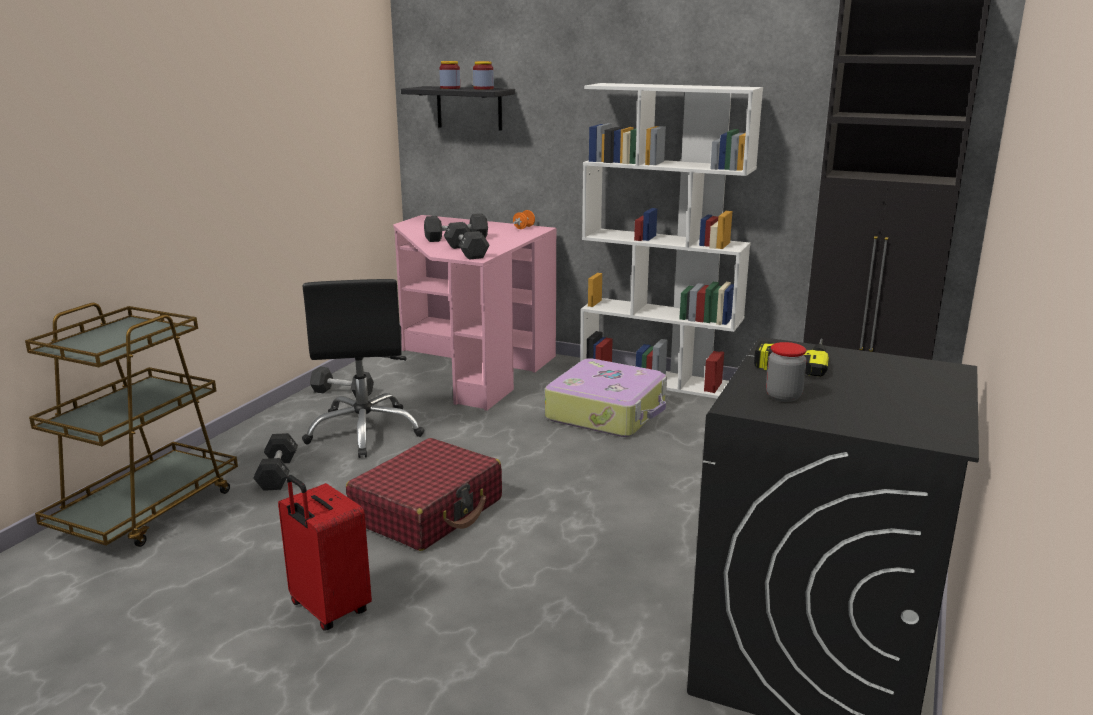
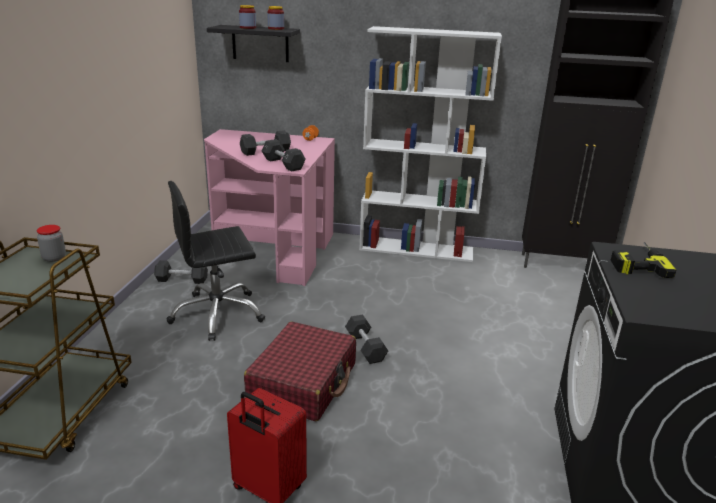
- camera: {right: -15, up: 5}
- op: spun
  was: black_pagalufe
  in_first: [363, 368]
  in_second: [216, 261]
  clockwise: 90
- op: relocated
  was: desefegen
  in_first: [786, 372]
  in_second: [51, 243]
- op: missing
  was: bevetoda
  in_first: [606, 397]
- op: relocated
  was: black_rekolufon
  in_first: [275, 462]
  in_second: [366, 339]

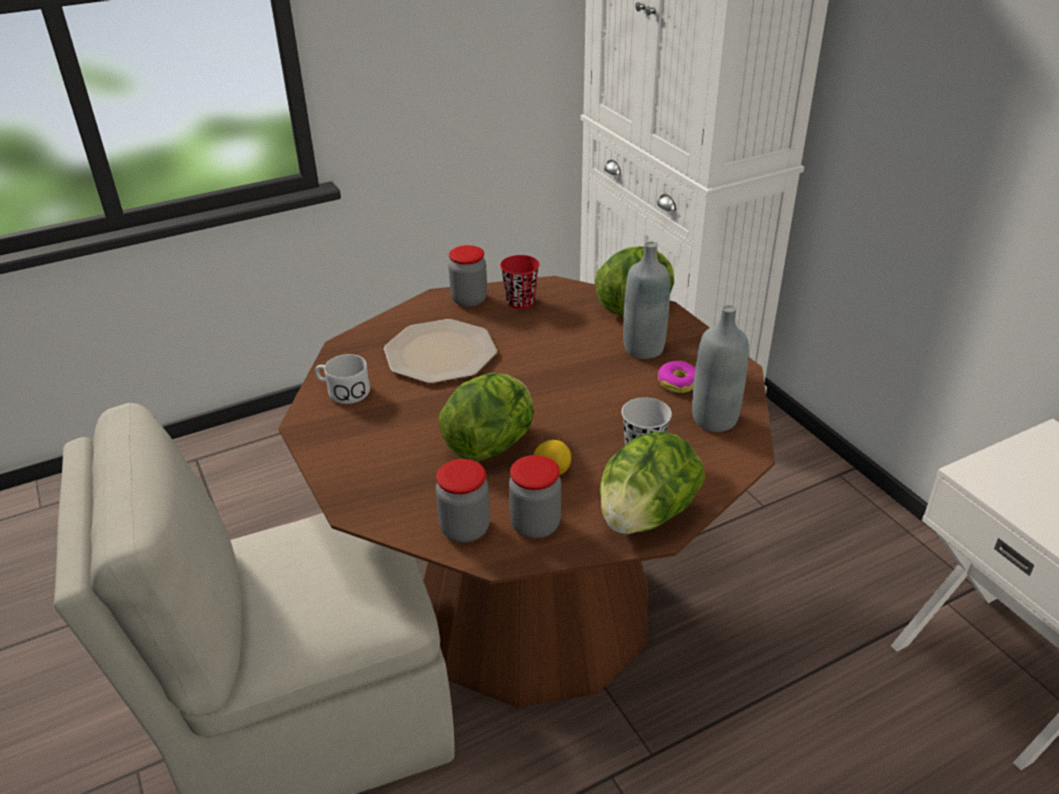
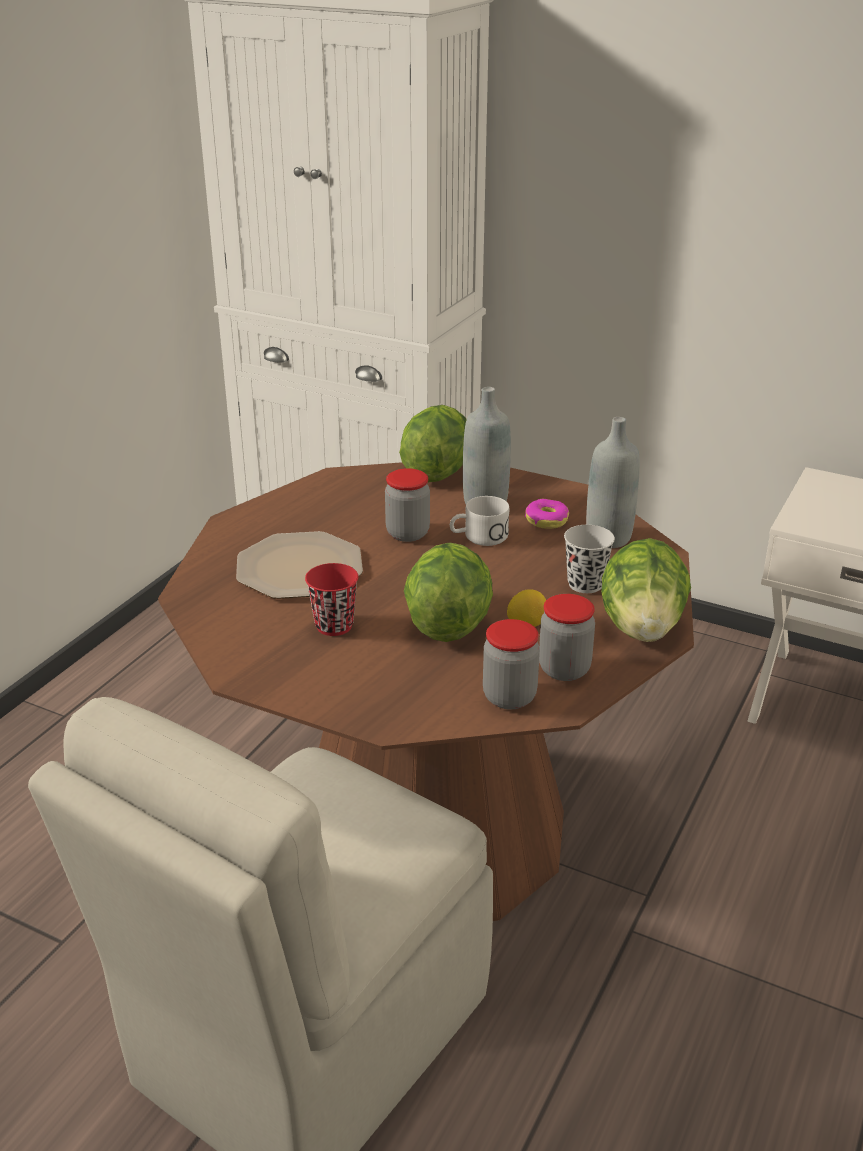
- camera: {right: -35, up: -5}
- op: relocated
  was: desefegen
  in_first: [467, 276]
  in_second: [407, 505]
- op: relocated
  was: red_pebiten
  in_first: [520, 282]
  in_second: [331, 599]
- op: relocated
  was: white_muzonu
  in_first: [342, 379]
  in_second: [479, 521]

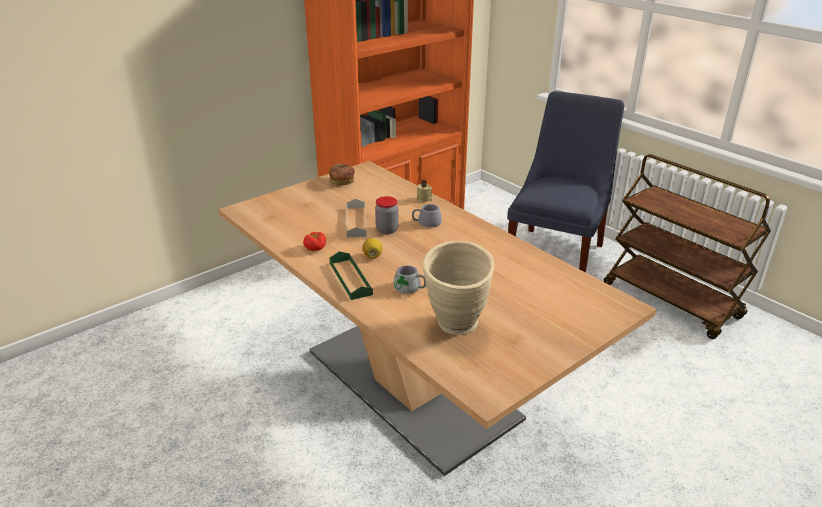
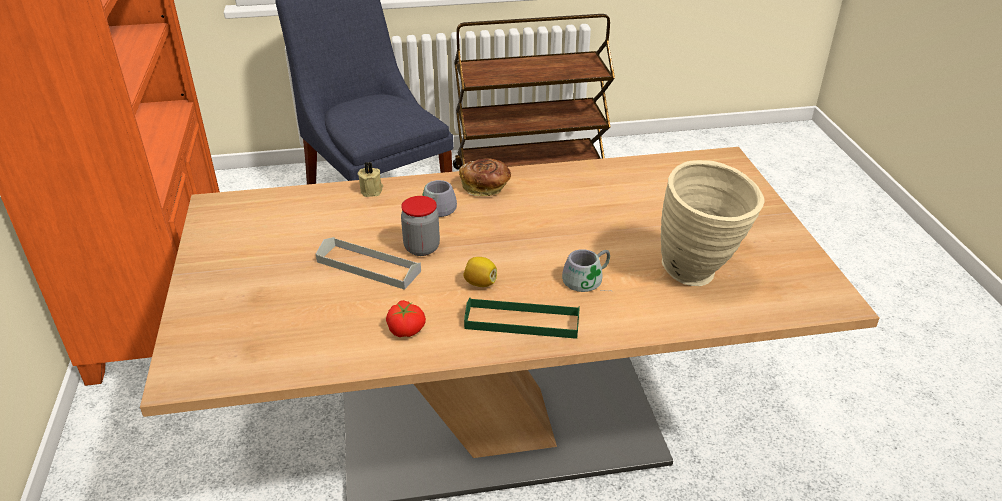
- camera: {right: -60, up: 5}
- op: relocated
  was: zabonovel
  in_first: [342, 175]
  in_second: [485, 177]

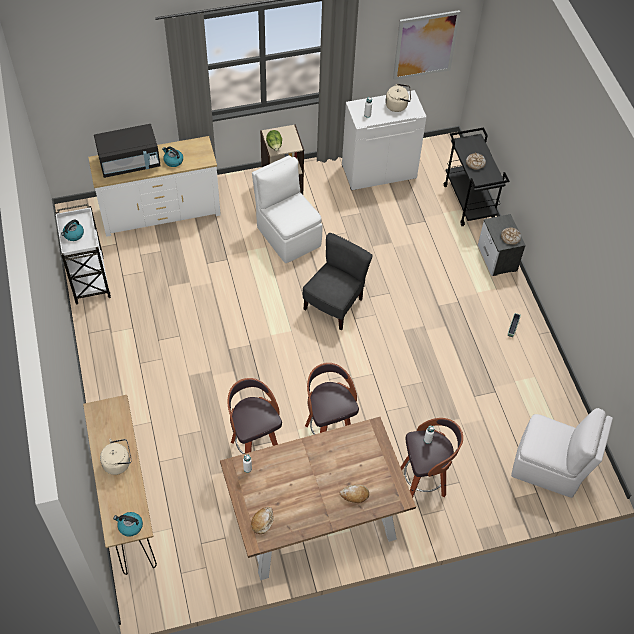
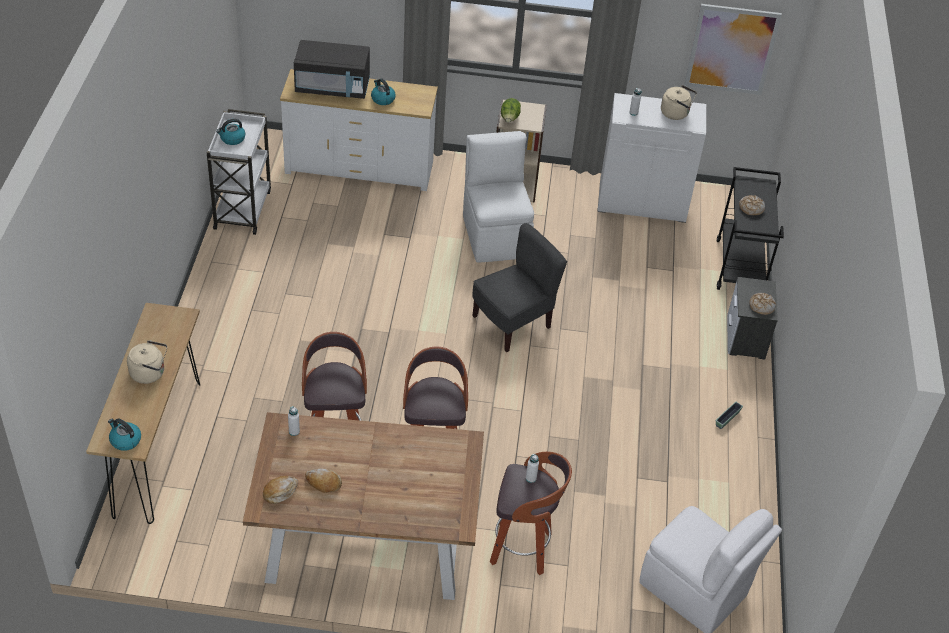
- camera: {right: 20, up: -10}
- op: relocated
  was: zabonovel
  in_first: [354, 494]
  in_second: [323, 480]

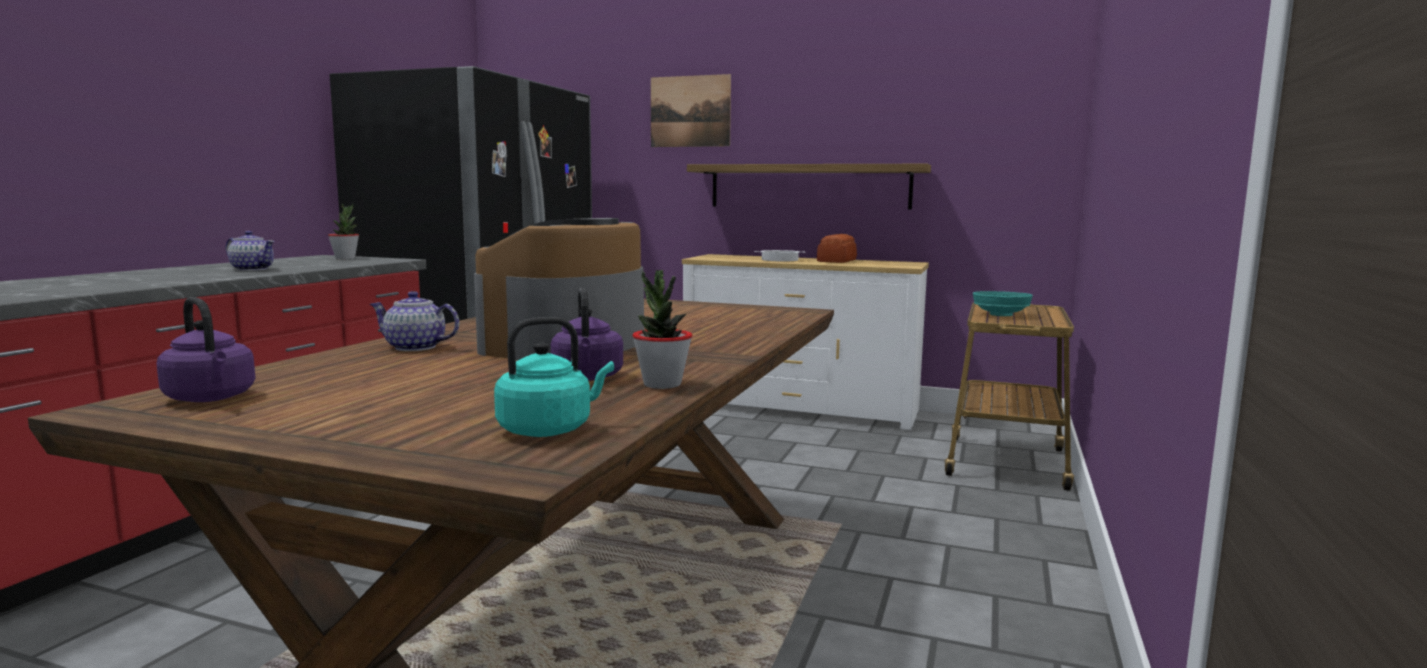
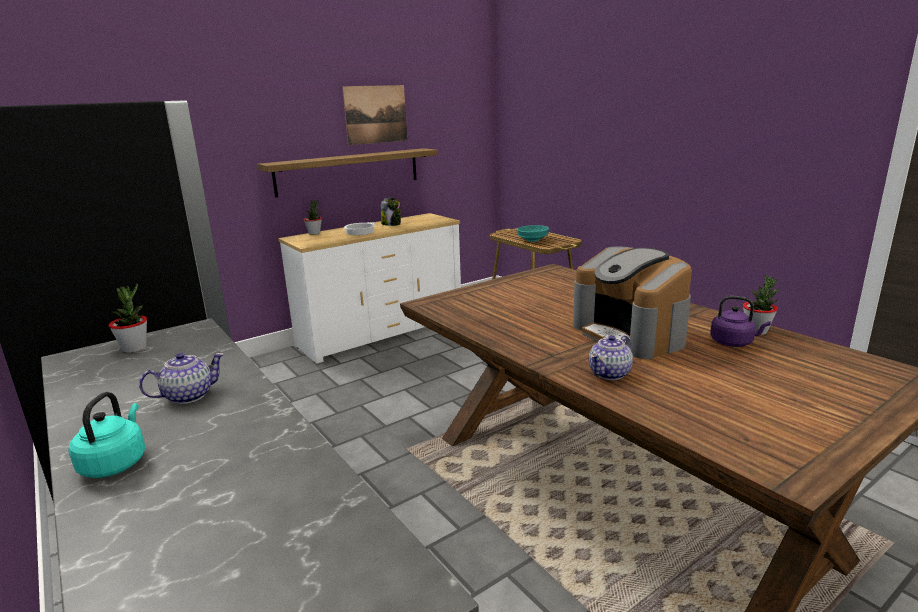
- camera: {right: -55, up: 10}
- op: relocated
  was: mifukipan
  in_first: [691, 110]
  in_second: [374, 115]
- op: exchanged
  was: zabonovel
  now: desefegen
  in_first: [837, 248]
  in_second: [391, 212]
- op: missing
  was: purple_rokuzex
  in_first: [206, 349]
- op: relocated
  was: turquoise_rokuzex
  in_first: [554, 377]
  in_second: [107, 435]
- op: appeared
  now: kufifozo
  in_second: [313, 217]

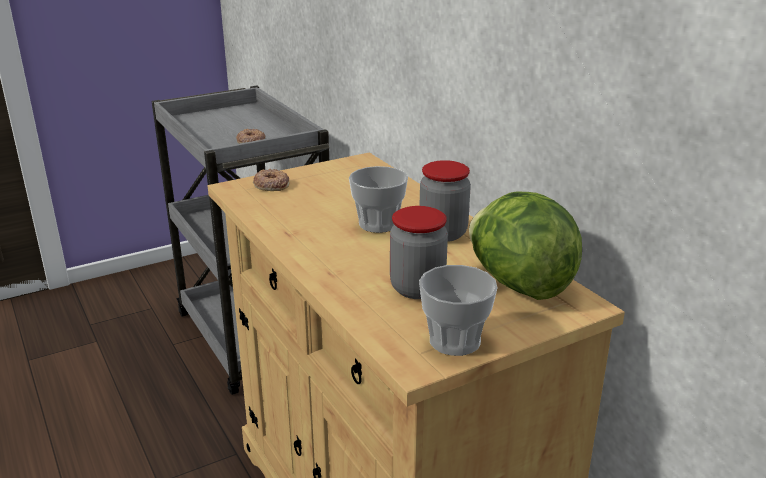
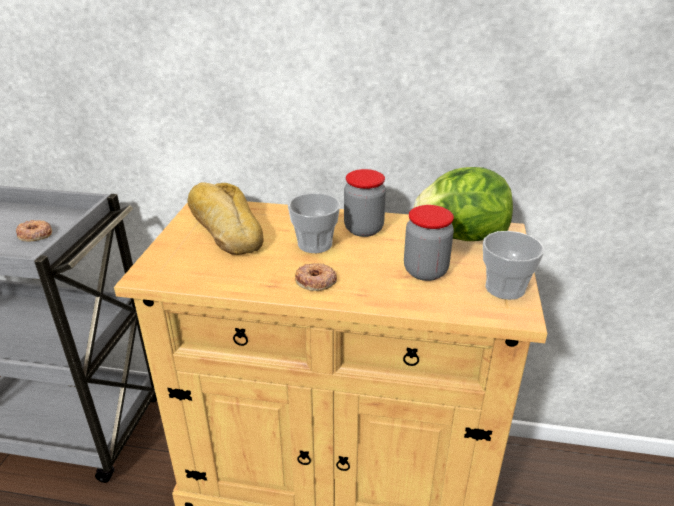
- camera: {right: -50, up: 5}
- op: relocated
  was: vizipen
  in_first: [271, 180]
  in_second: [316, 277]
- op: appeared
  now: zabonovel
  in_second: [226, 218]

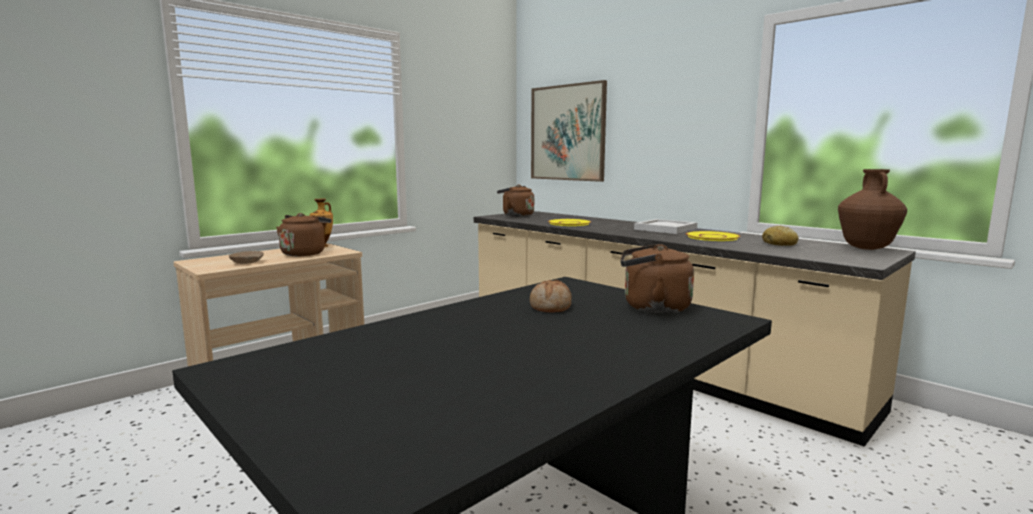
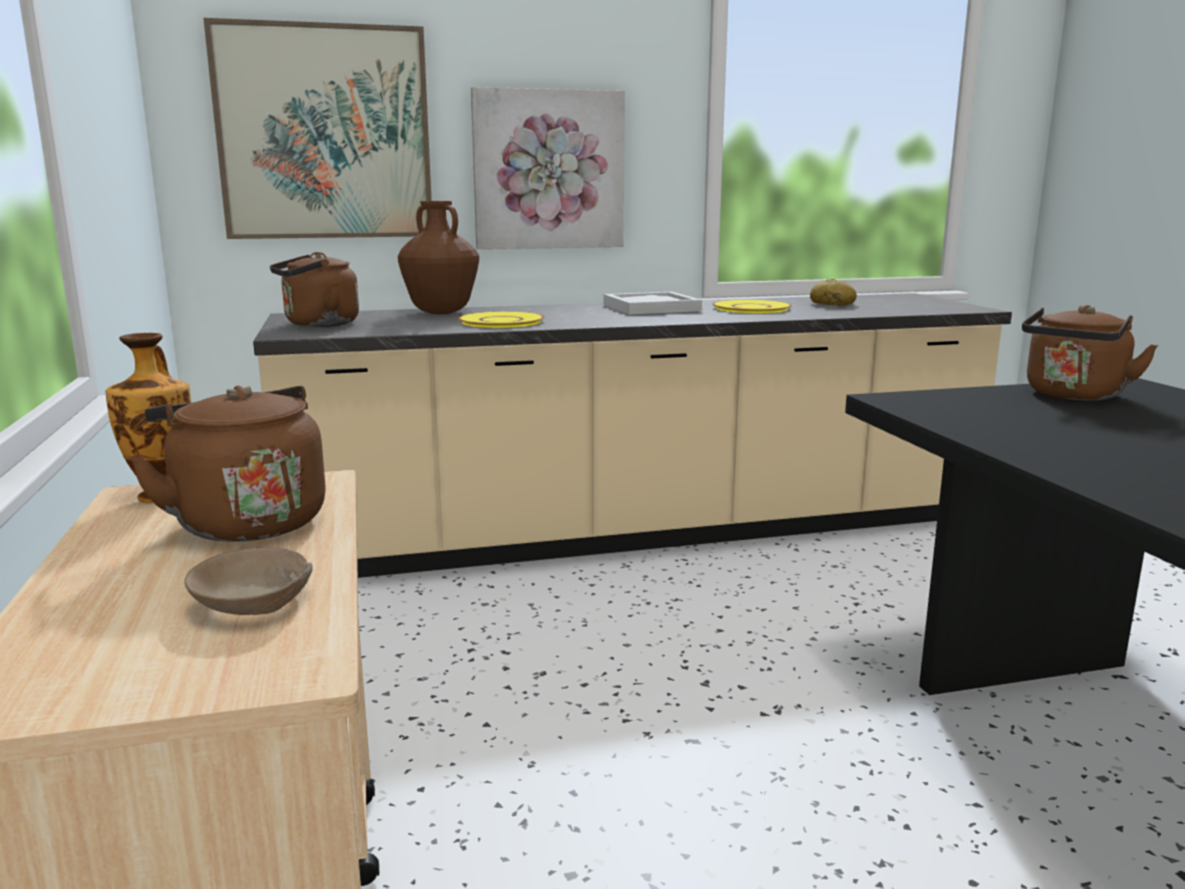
- camera: {right: -60, up: 5}
- op: relocated
  was: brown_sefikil
  in_first: [872, 209]
  in_second: [438, 257]
- op: missing
  was: zabonovel
  in_first: [551, 296]
- op: appeared
  now: mifukipan
  in_second: [548, 168]

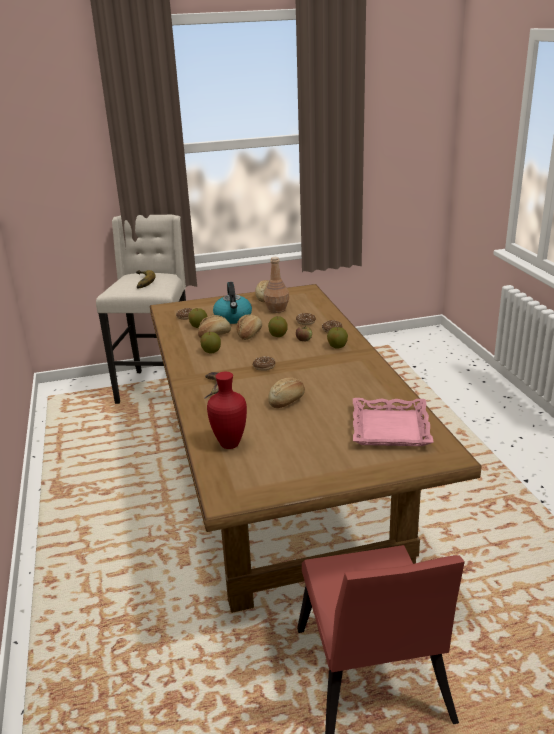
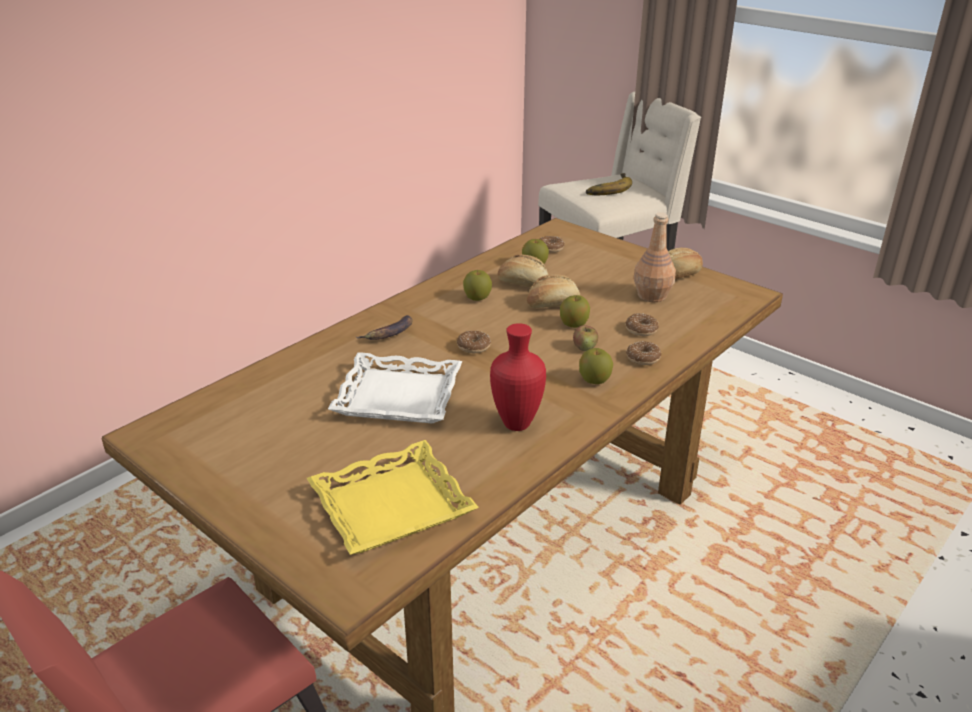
- camera: {right: 55, up: 5}
- op: missing
  was: rokuzex
  in_first: [232, 303]
- op: relocated
  was: red_sefikil
  in_first: [227, 410]
  in_second: [518, 377]
- op: exchanged
  was: zabonovel
  now: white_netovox
  in_first: [286, 392]
  in_second: [395, 388]
- op: colour
  was: pink_netovox
  now: yellow_netovox
  in_first: [393, 422]
  in_second: [393, 497]

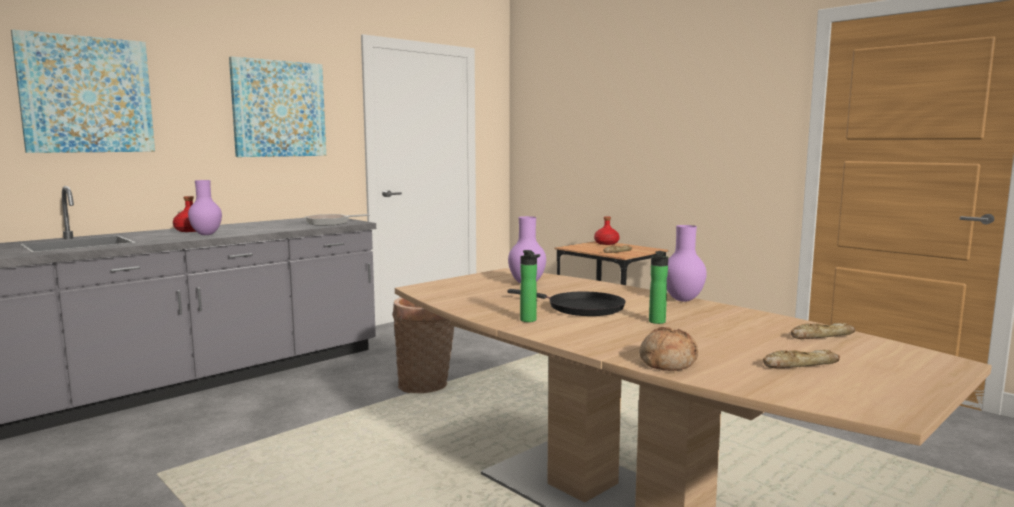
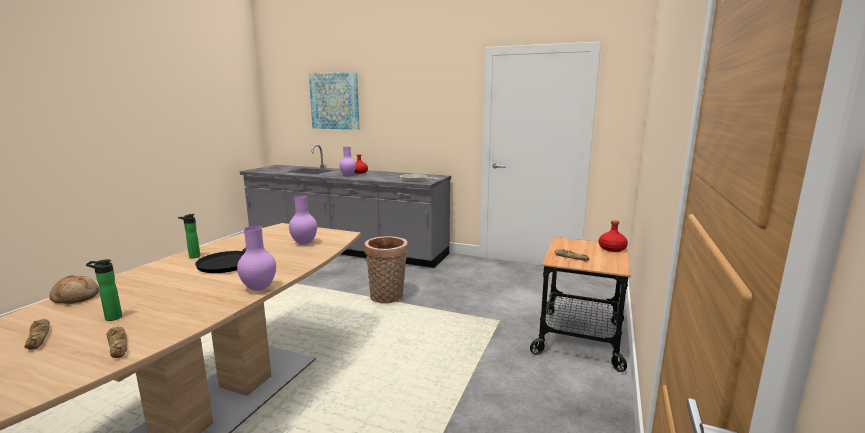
- camera: {right: 65, up: 5}
- op: missing
  was: mifukipan
  in_first: [277, 106]
- op: relocated
  was: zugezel
  in_first: [658, 287]
  in_second: [104, 290]

